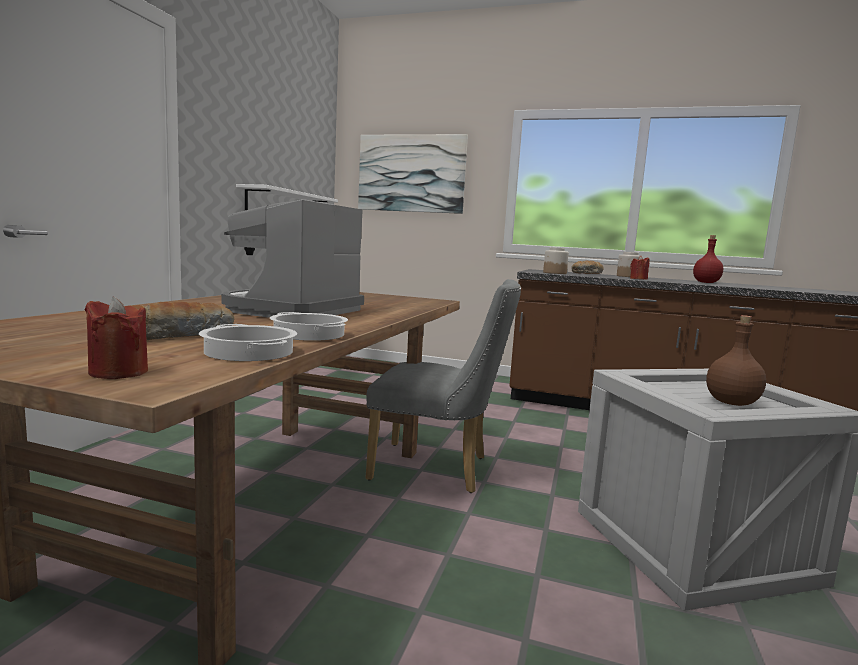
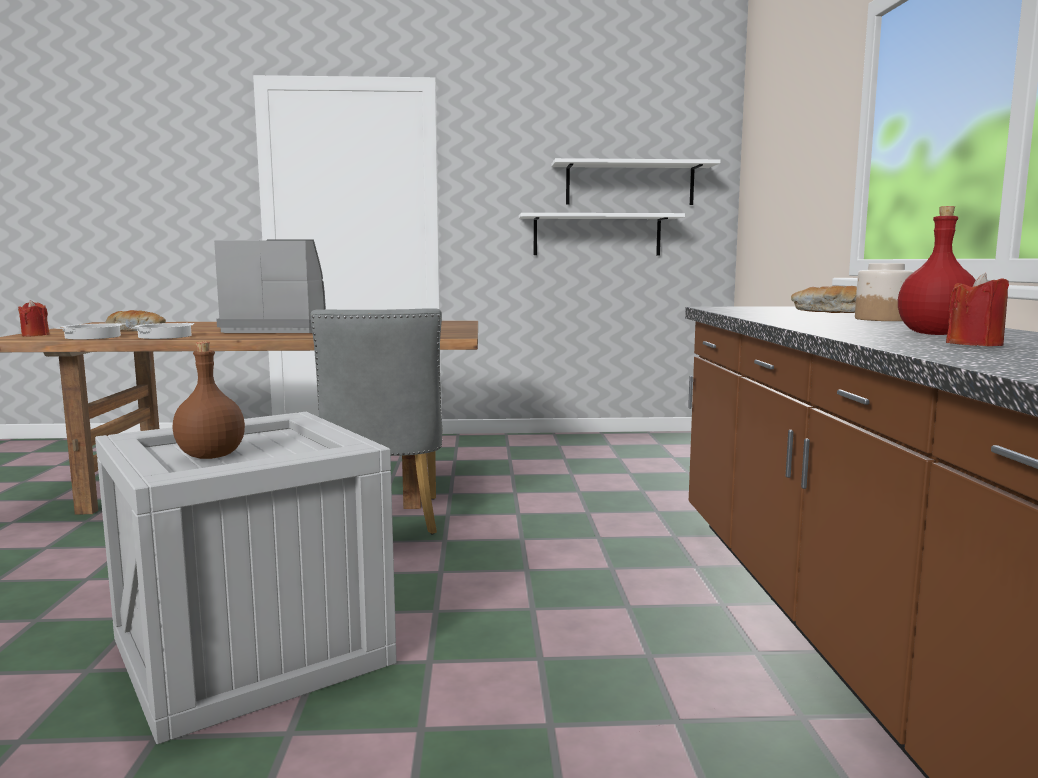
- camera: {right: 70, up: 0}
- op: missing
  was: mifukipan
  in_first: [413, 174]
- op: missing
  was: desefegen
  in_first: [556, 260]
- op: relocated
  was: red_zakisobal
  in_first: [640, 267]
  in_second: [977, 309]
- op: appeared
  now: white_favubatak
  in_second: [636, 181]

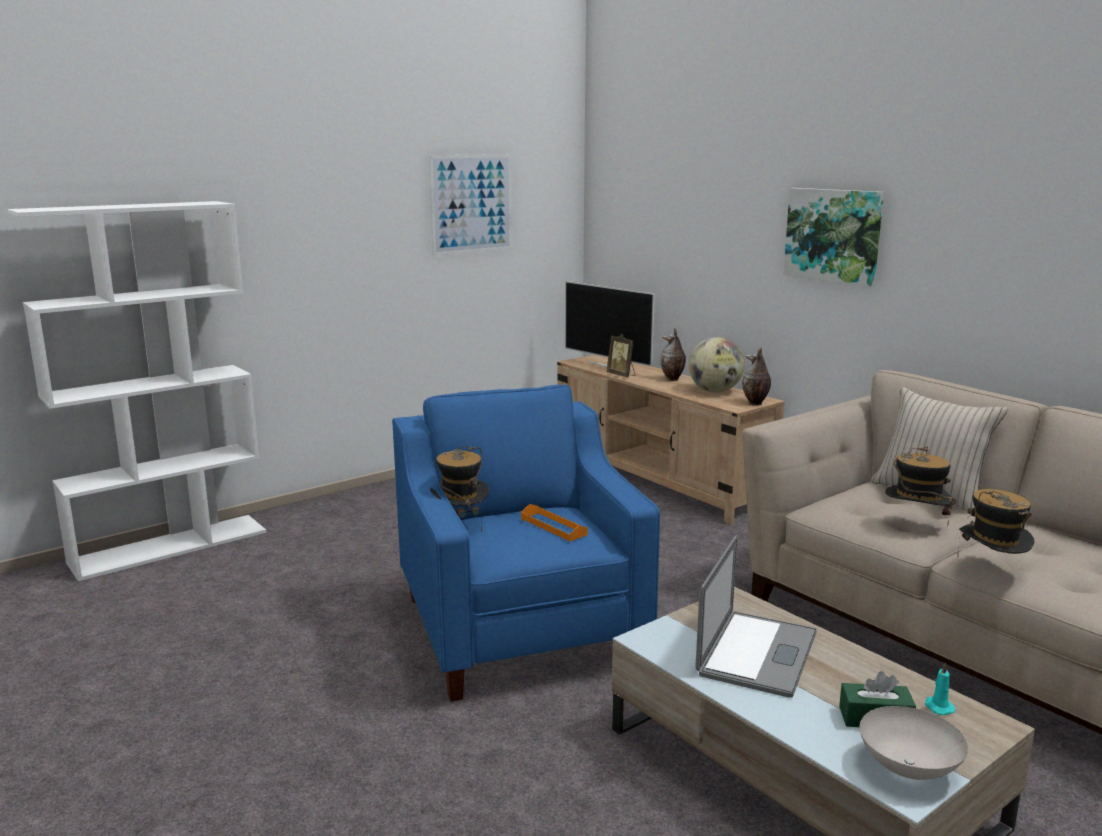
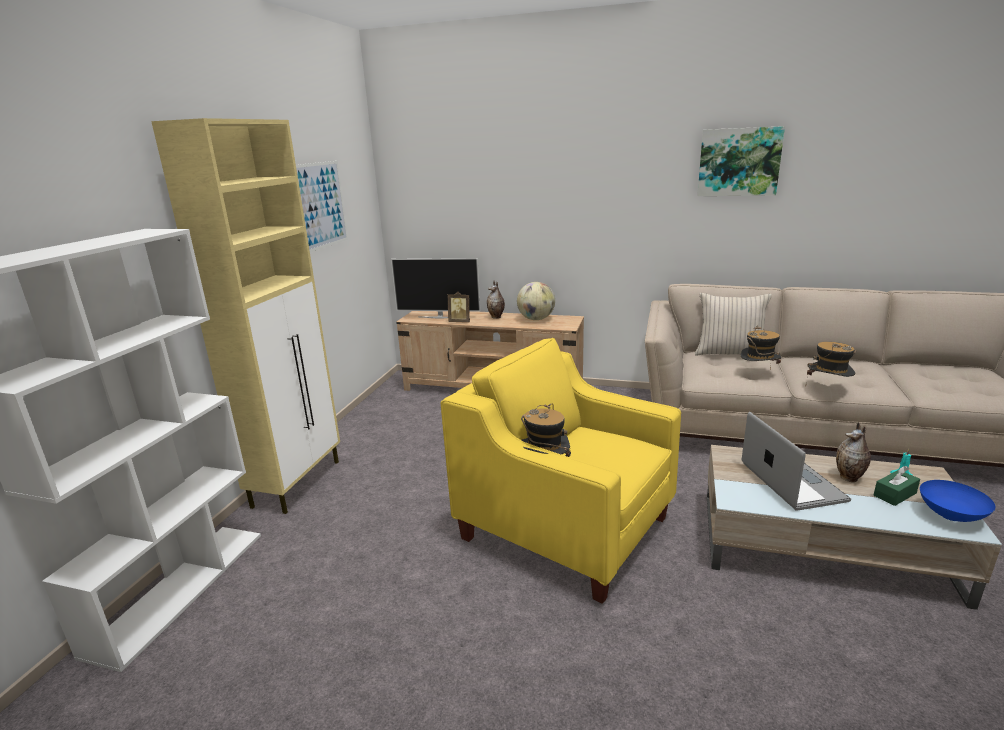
- camera: {right: -35, up: 5}
- op: relocated
  was: mifukipan
  in_first: [833, 237]
  in_second: [741, 161]
- op: relocated
  was: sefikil
  in_first: [756, 376]
  in_second: [853, 452]
- op: colour
  was: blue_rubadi
  now: yellow_rubadi
  in_first: [526, 543]
  in_second: [561, 471]
- op: missing
  was: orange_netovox
  in_first: [554, 522]
- op: colour
  was: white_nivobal
  now: blue_nivobal
  in_first: [914, 743]
  in_second: [957, 501]
- op: appeared
  now: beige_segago
  in_second: [245, 316]

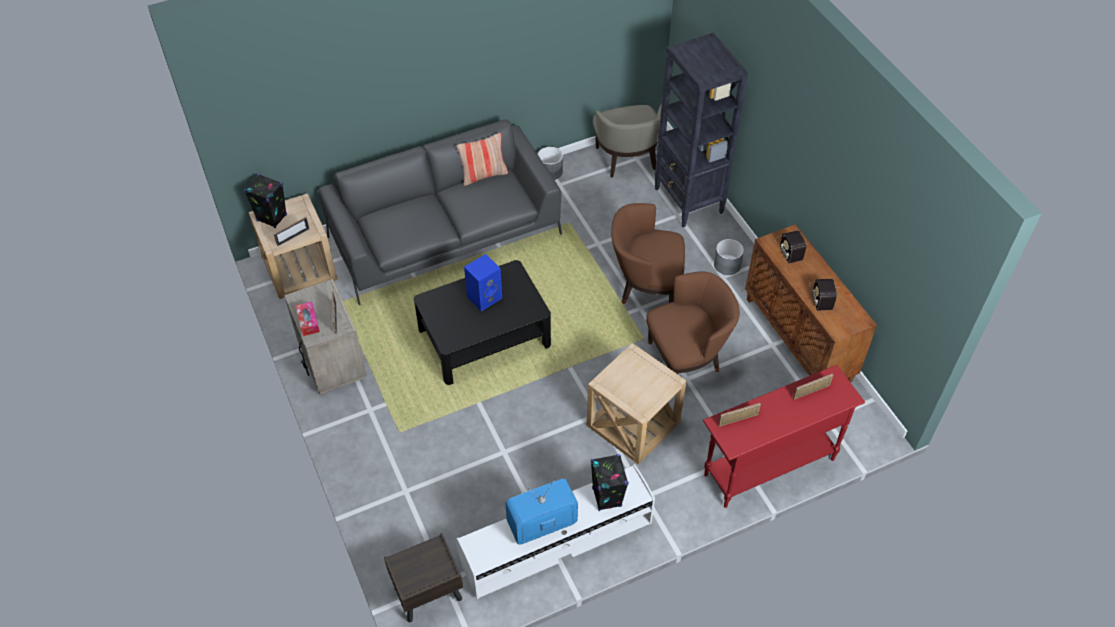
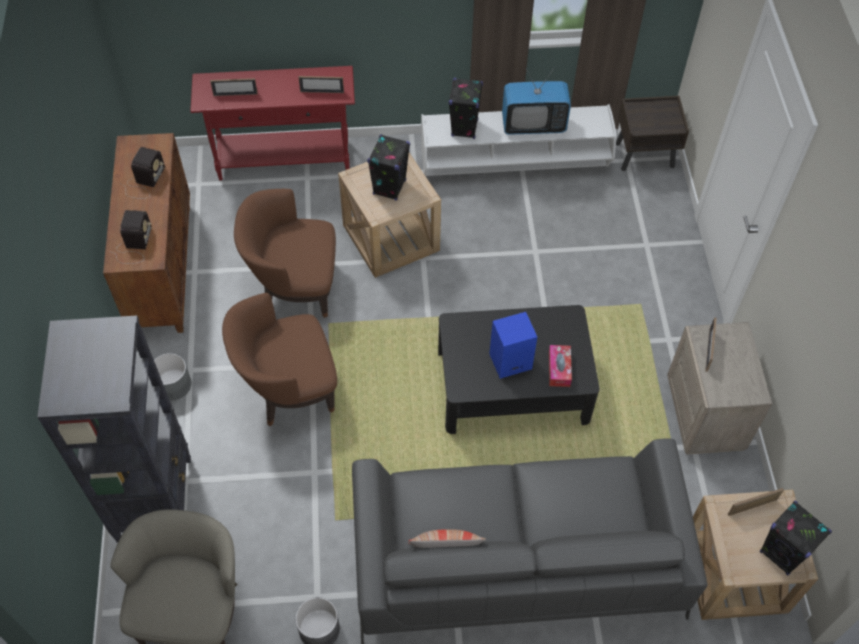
- camera: {right: -160, up: 5}
- op: spun
  was: brown_rubadi
  in_first: [648, 253]
  in_second: [279, 359]
  clockwise: 135
- op: relocated
  was: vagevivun
  in_first: [307, 318]
  in_second: [560, 366]
- op: appeared
  now: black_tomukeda
  in_second: [388, 167]

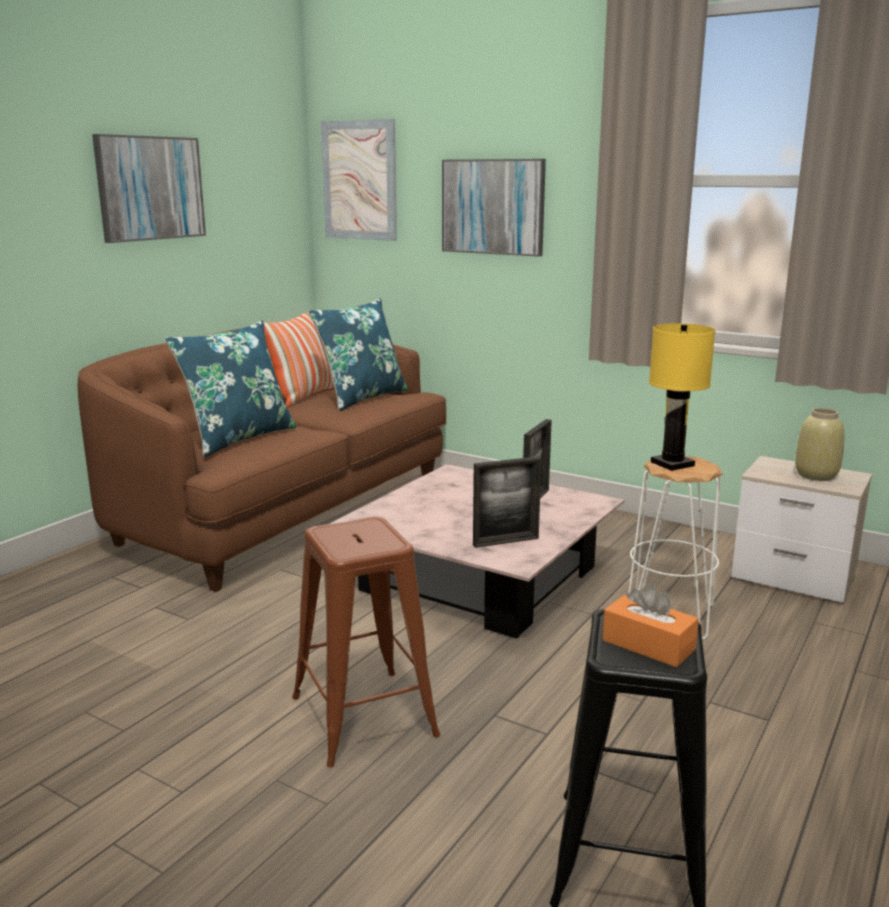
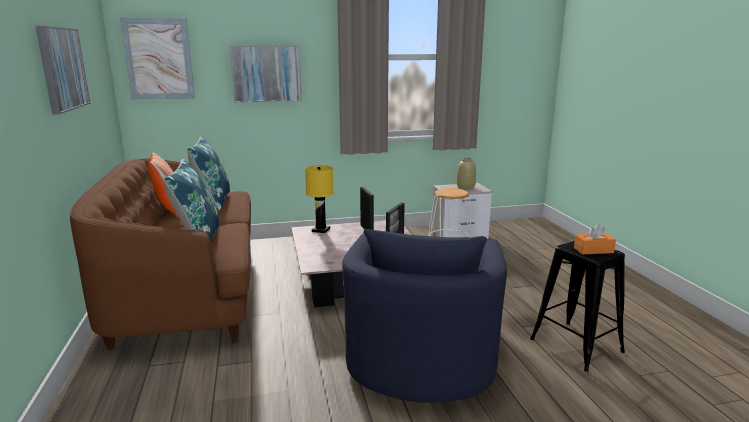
- camera: {right: -45, up: 0}
- op: relocated
  was: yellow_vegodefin
  in_first: [682, 397]
  in_second: [319, 199]
- op: exchanged
  was: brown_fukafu
  now: blue_rubadi
  in_first: [366, 642]
  in_second: [424, 316]

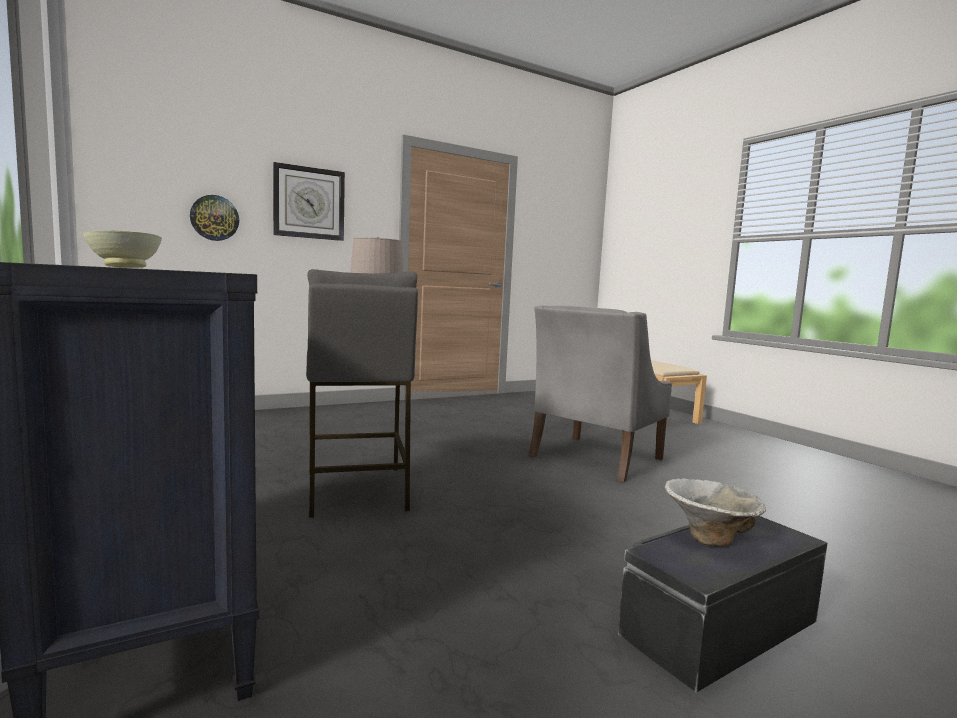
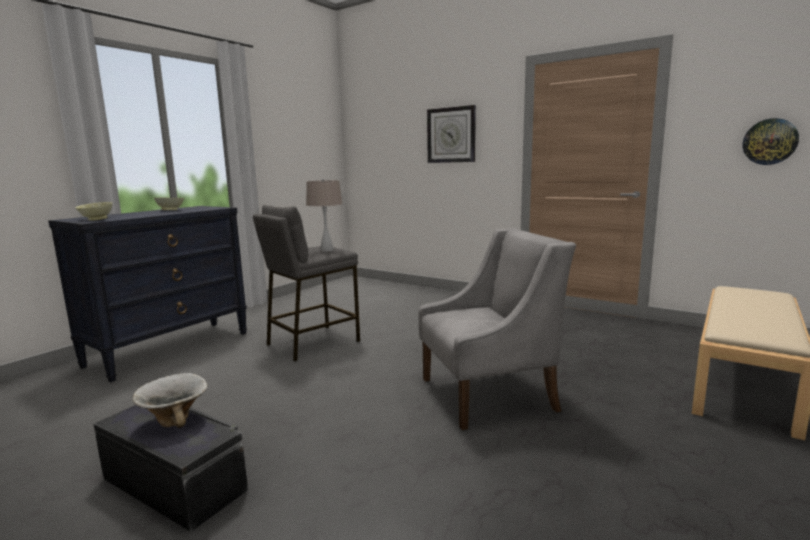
- camera: {right: 65, up: 5}
- op: relocated
  was: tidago
  in_first: [214, 218]
  in_second: [771, 141]
- op: spun
  was: grey_rubadi
  in_first: [600, 394]
  in_second: [497, 329]
  clockwise: 150
- op: appeared
  now: beige_nivobal
  in_second: [94, 211]

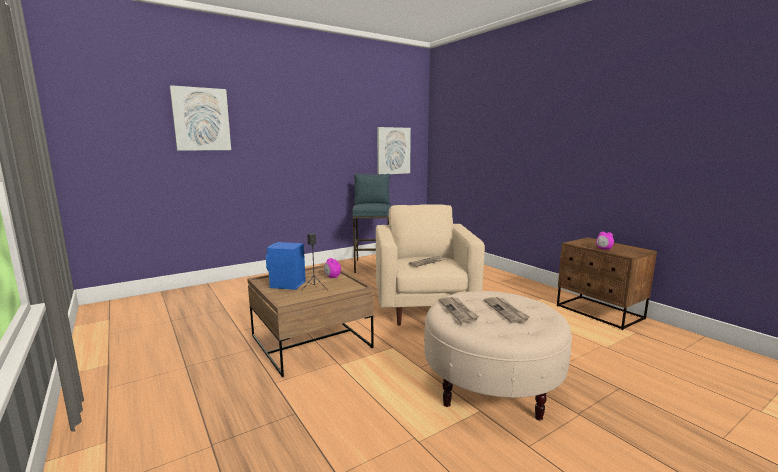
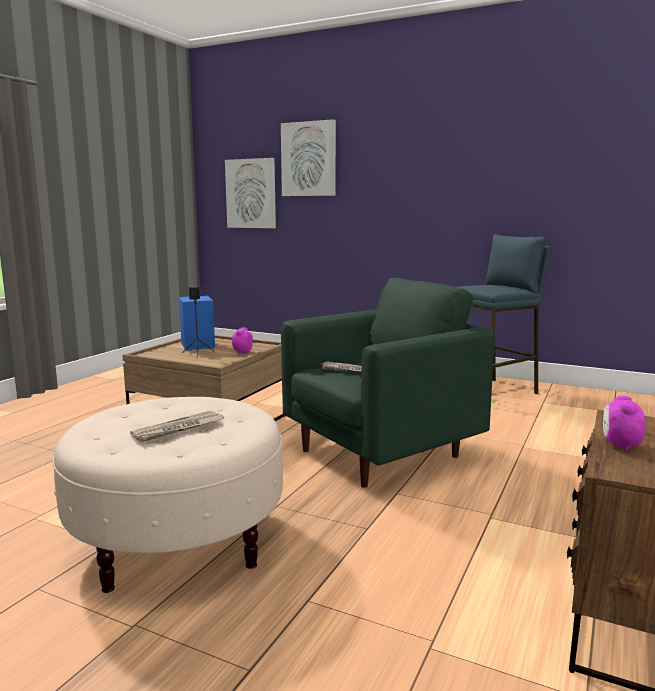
- camera: {right: 60, up: 0}
- op: relocated
  was: mifukipan
  in_first: [394, 150]
  in_second: [250, 193]
- op: colour
  was: beige_rubadi
  now: green_rubadi
  in_first: [430, 265]
  in_second: [388, 383]
- op: missing
  was: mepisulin
  in_first: [458, 310]

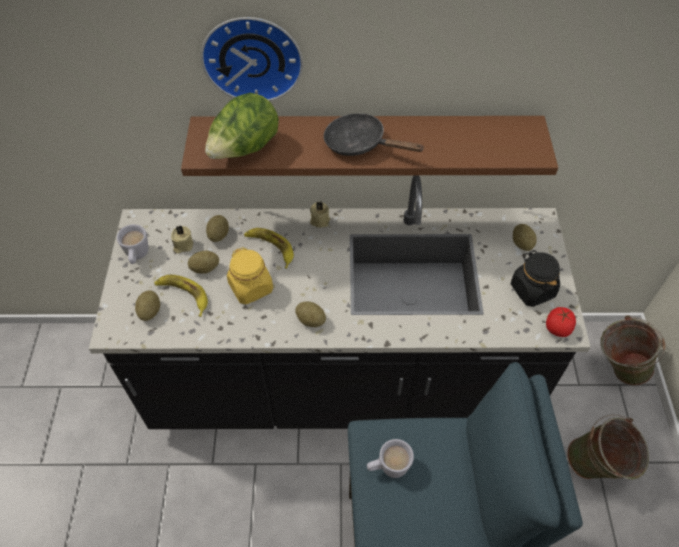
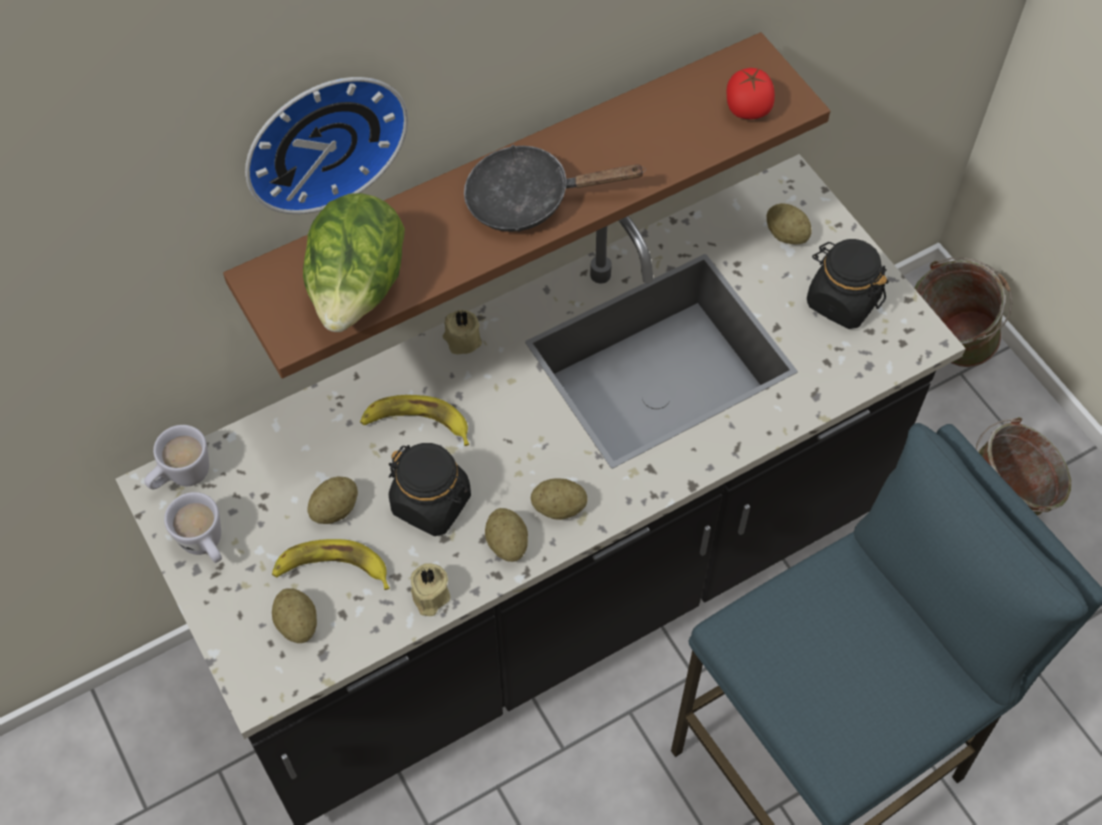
- camera: {right: -30, up: 5}
- op: relocated
  was: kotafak
  in_first: [217, 228]
  in_second: [506, 535]
- op: relocated
  was: beige_zakisobal
  in_first: [182, 239]
  in_second: [430, 589]
- op: colour
  was: yellow_desefegen
  now: black_desefegen
  in_first: [250, 275]
  in_second: [430, 489]
- op: relocated
  was: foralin
  in_first: [561, 322]
  in_second: [751, 93]
- op: relocated
  was: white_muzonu
  in_first: [390, 458]
  in_second: [176, 457]

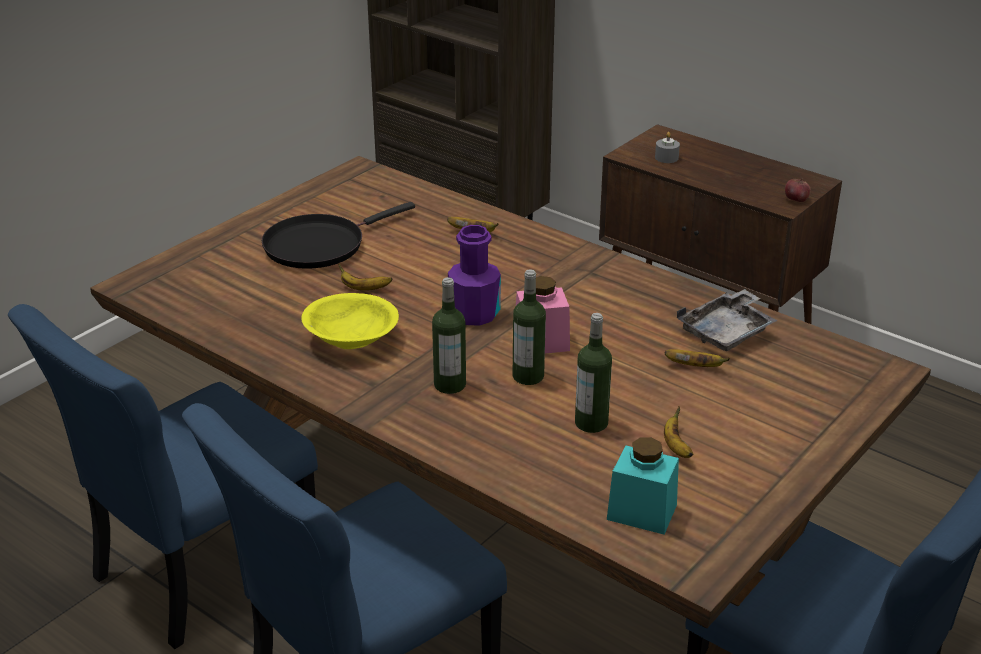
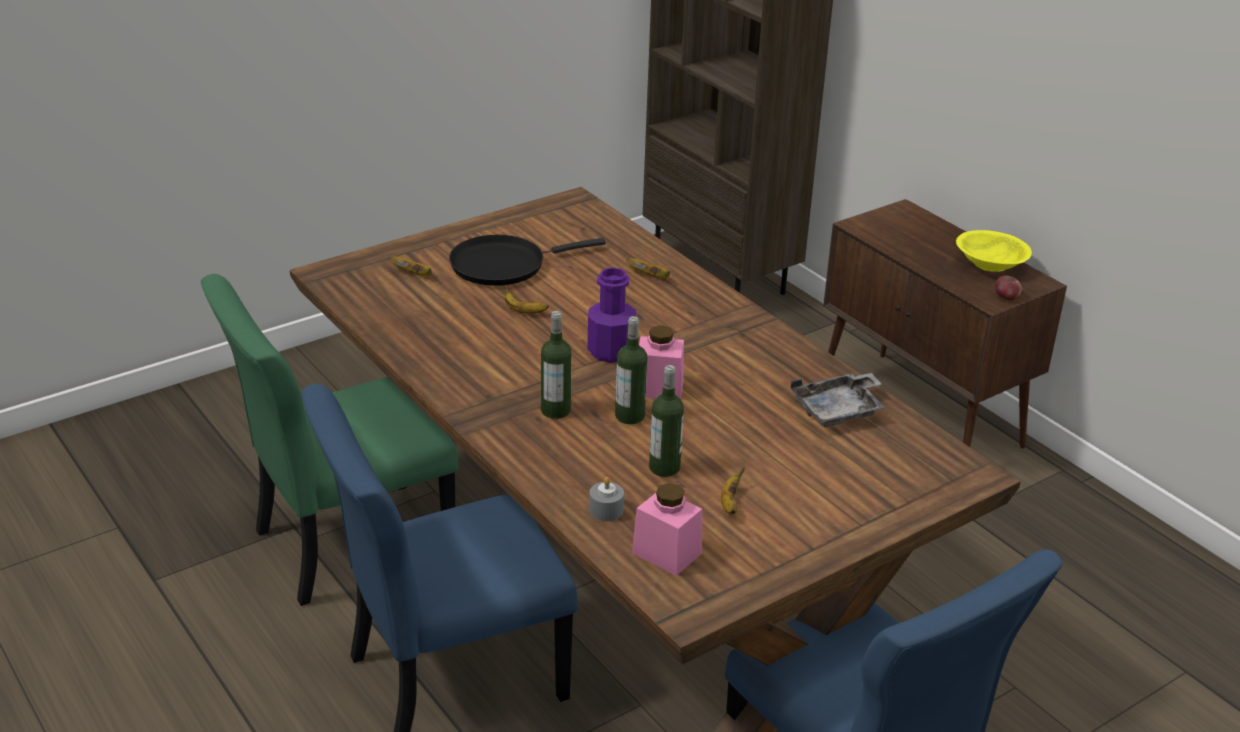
- camera: {right: 15, up: 0}
- op: relocated
  was: grey_zakisobal
  in_first: [667, 147]
  in_second: [606, 499]
- op: relocated
  was: yellow_nivobal
  in_first: [350, 321]
  in_second: [994, 251]
- op: colour
  was: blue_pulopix
  now: green_pulopix
  in_first: [163, 476]
  in_second: [329, 440]
- op: relocated
  was: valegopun
  in_first: [697, 358]
  in_second: [411, 266]
- op: colour
  was: turquoise_desefegen
  now: pink_desefegen
  in_first: [643, 486]
  in_second: [667, 529]

